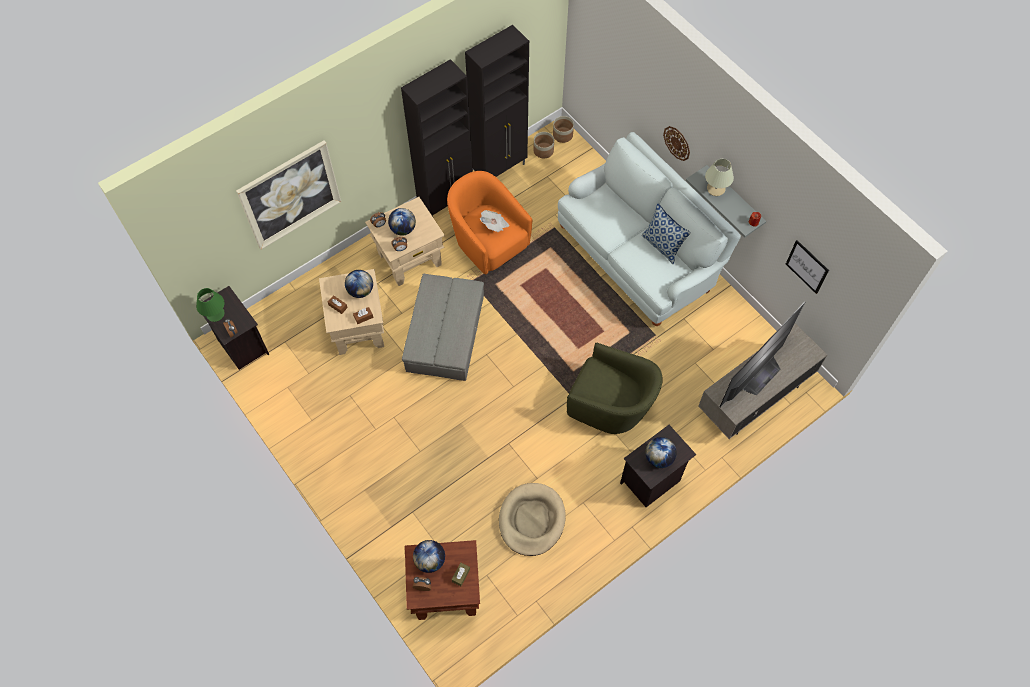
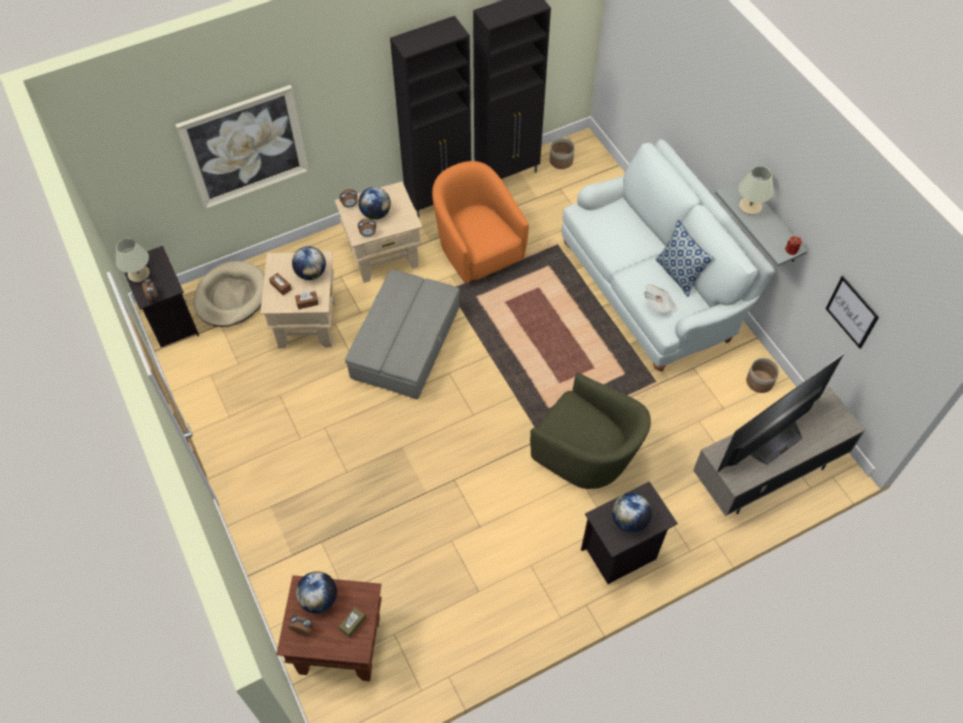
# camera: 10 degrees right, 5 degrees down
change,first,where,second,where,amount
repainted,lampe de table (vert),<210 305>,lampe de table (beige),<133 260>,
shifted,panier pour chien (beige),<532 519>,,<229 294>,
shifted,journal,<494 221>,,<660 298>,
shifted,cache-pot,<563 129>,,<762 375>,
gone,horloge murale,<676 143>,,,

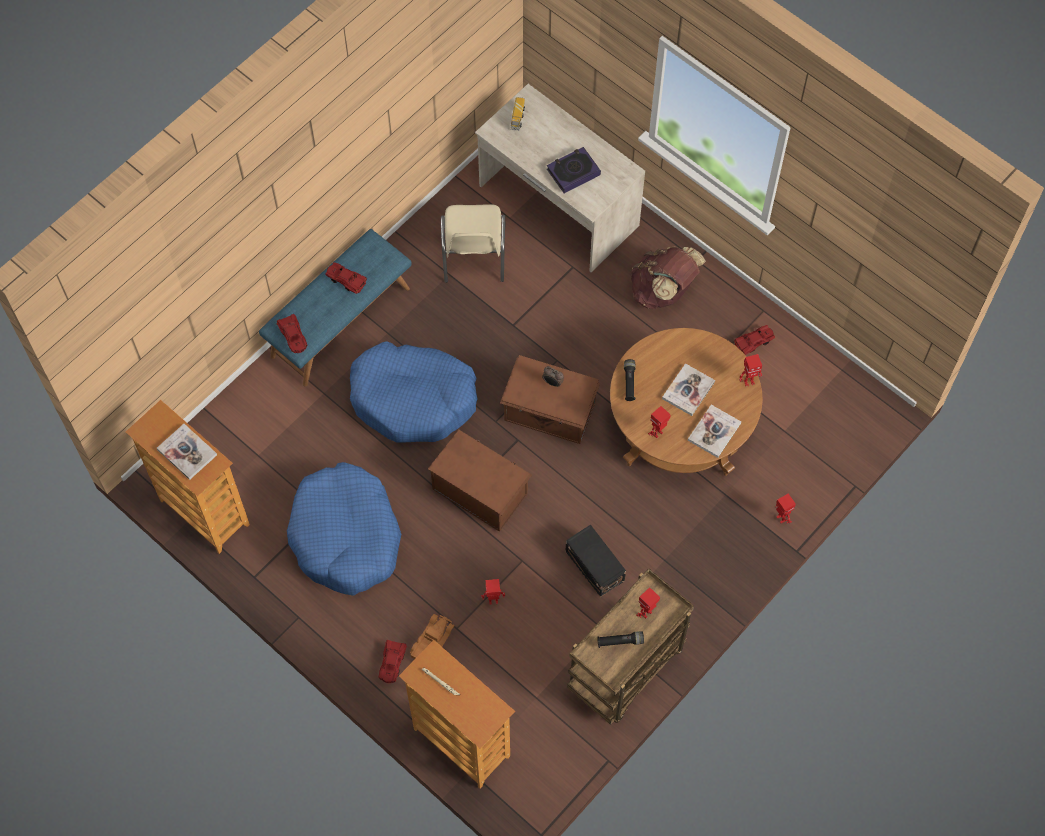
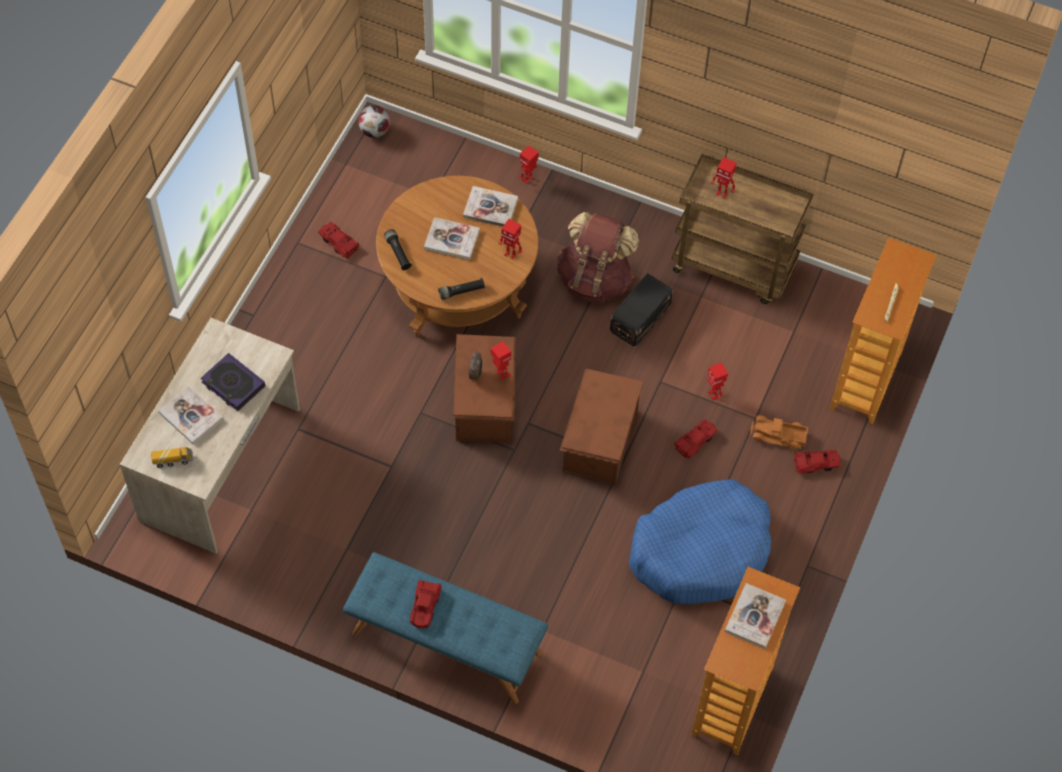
# camera: 110 degrees left, 5 degrees down
change,first,where,second,where,amount
new,,,livre,<190 415>,
new,,,ballon de foot,<374 121>,
shifted,lampe de poche (noir),<620 639>,,<398 249>,
shifted,robot jouet,<750 370>,,<501 360>,
shifted,sac à dos (marron),<668 277>,,<598 257>,
shifted,petite voiture (rouge),<292 333>,,<696 438>,
gone,panier pour chien (bleu),<414 392>,,,
gone,chaise (beige),<473 243>,,,

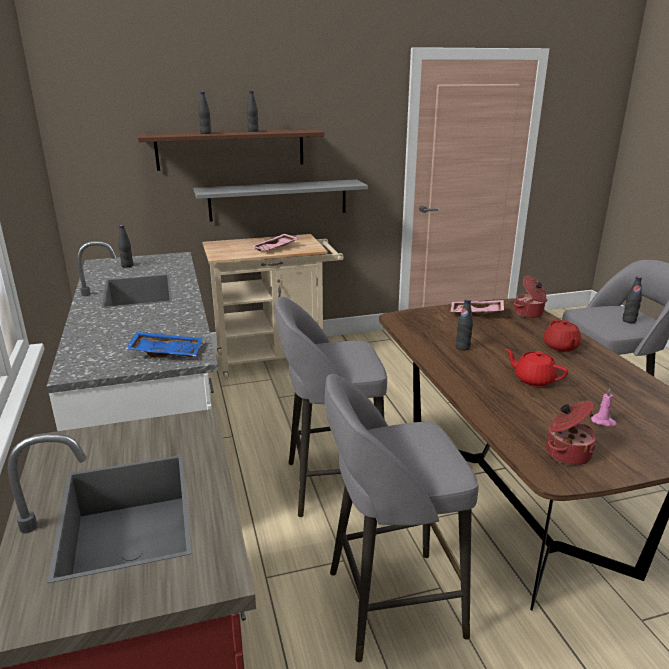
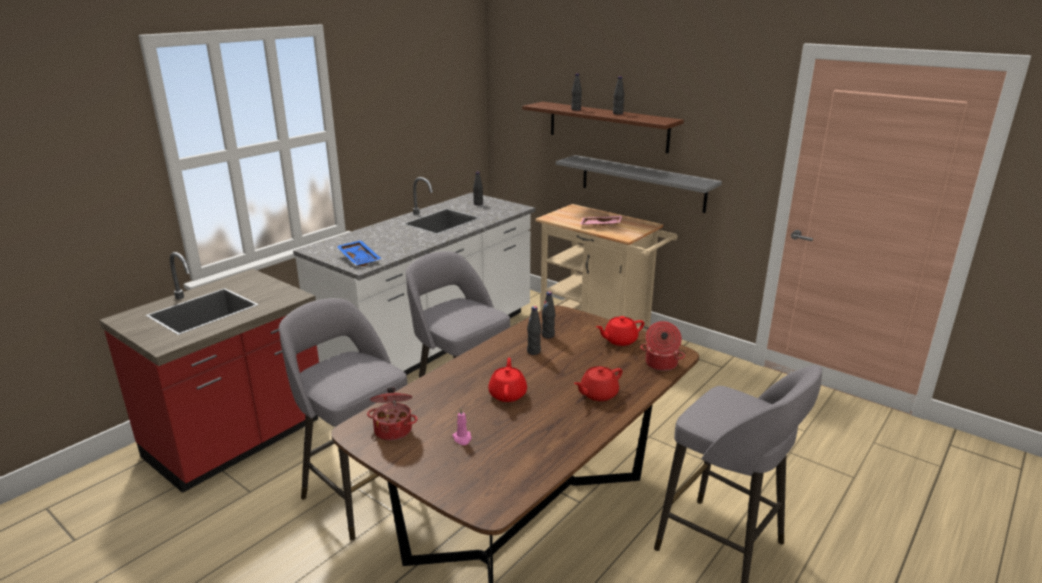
# camera: 55 degrees right, 0 degrees up
change,first,where,second,where,amount
shifted,bouteille (noir),<632 300>,,<548 314>,
swapped,plateau (rose),<477 307>,théière (rouge),<620 331>,

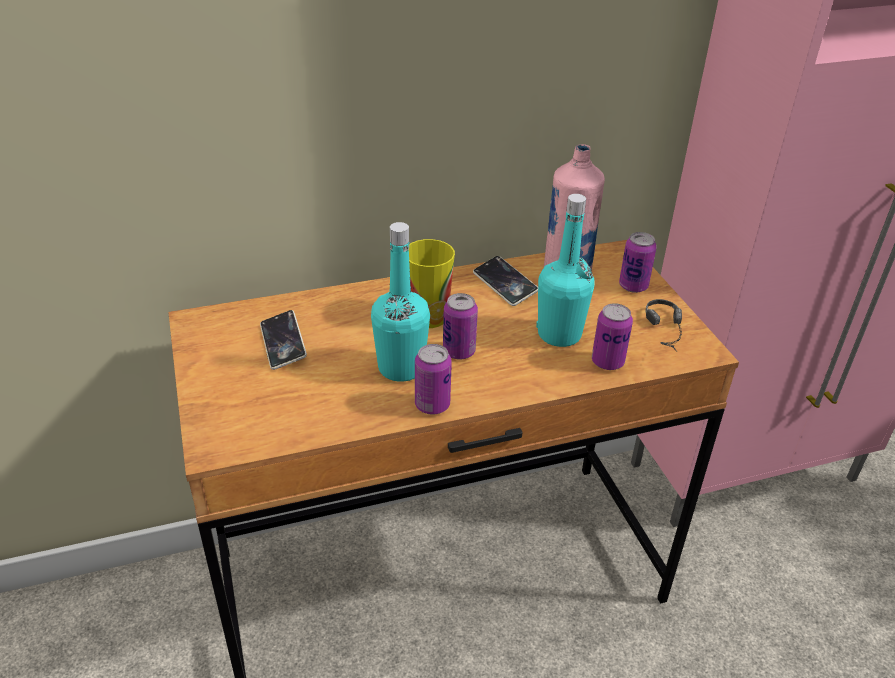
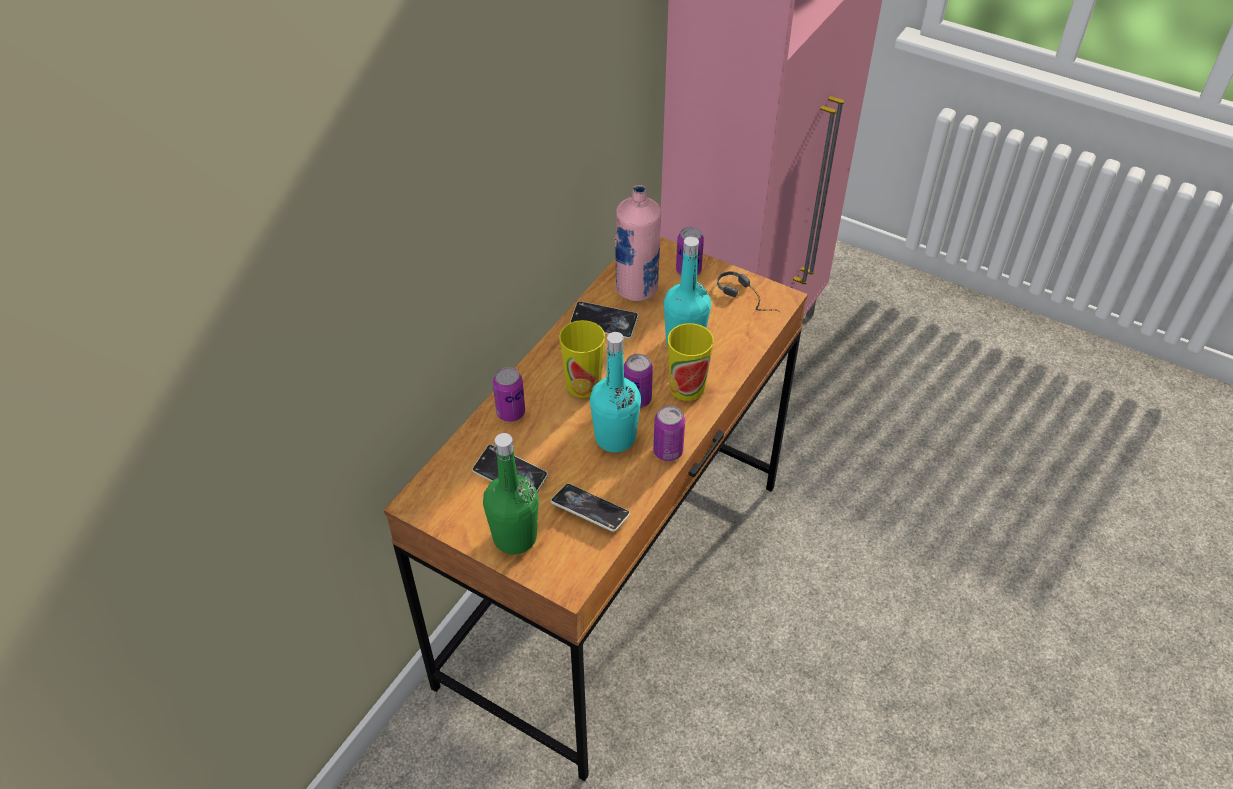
# camera: 40 degrees left, 10 degrees up
change,first,where,second,where,amount
new,,,bouteille (vert),<511 493>,
shifted,boîte métallique,<612 336>,,<509 394>,
new,,,téléphone,<590 508>,
new,,,tasse,<691 362>,

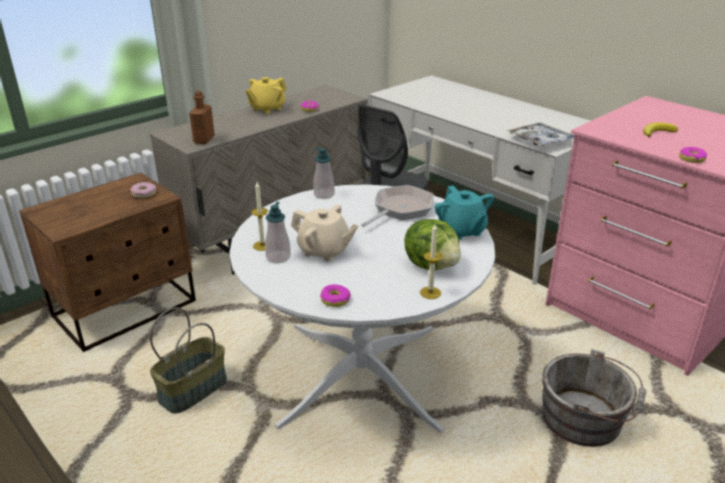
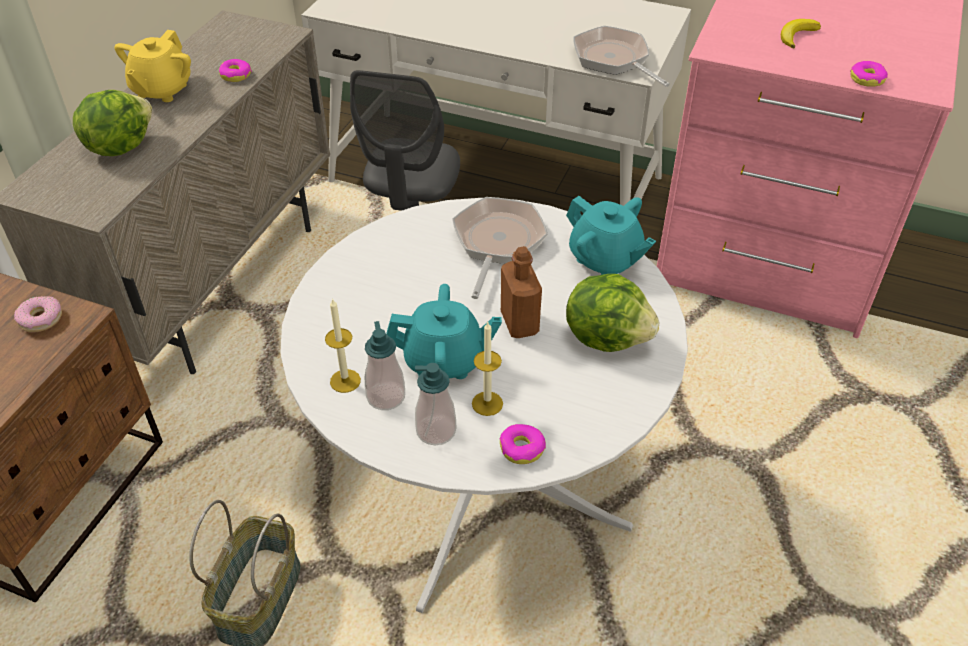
# camera: 25 degrees left, 15 degrees up
change,first,where,second,where,amount
new,,,laitue,<112 123>,
repainted,théière (beige),<325 233>,théière (turquoise),<444 331>,
shifted,distributeur de savon,<324 173>,,<435 404>,
shifted,bougie,<431 261>,,<487 369>,
shifted,bouteille (marron),<202 117>,,<521 292>,
swapped,plateau,<540 135>,poêle,<621 56>,
gone,seau (gris),<594 398>,,,

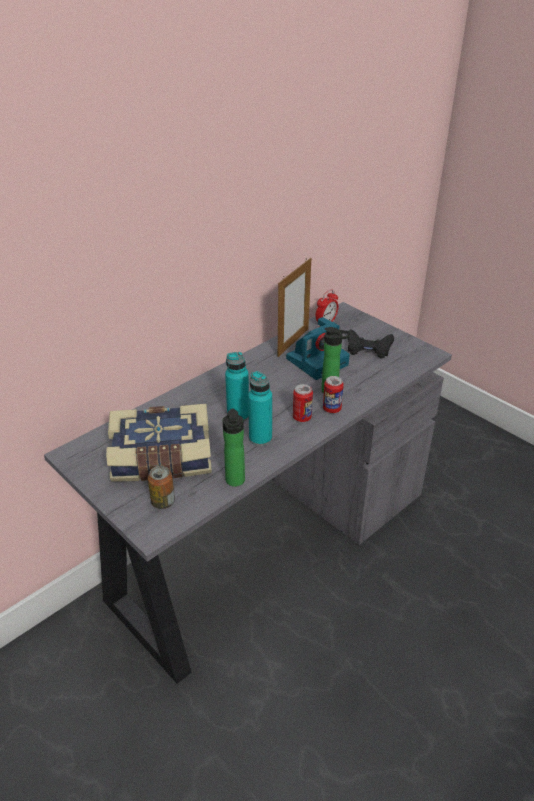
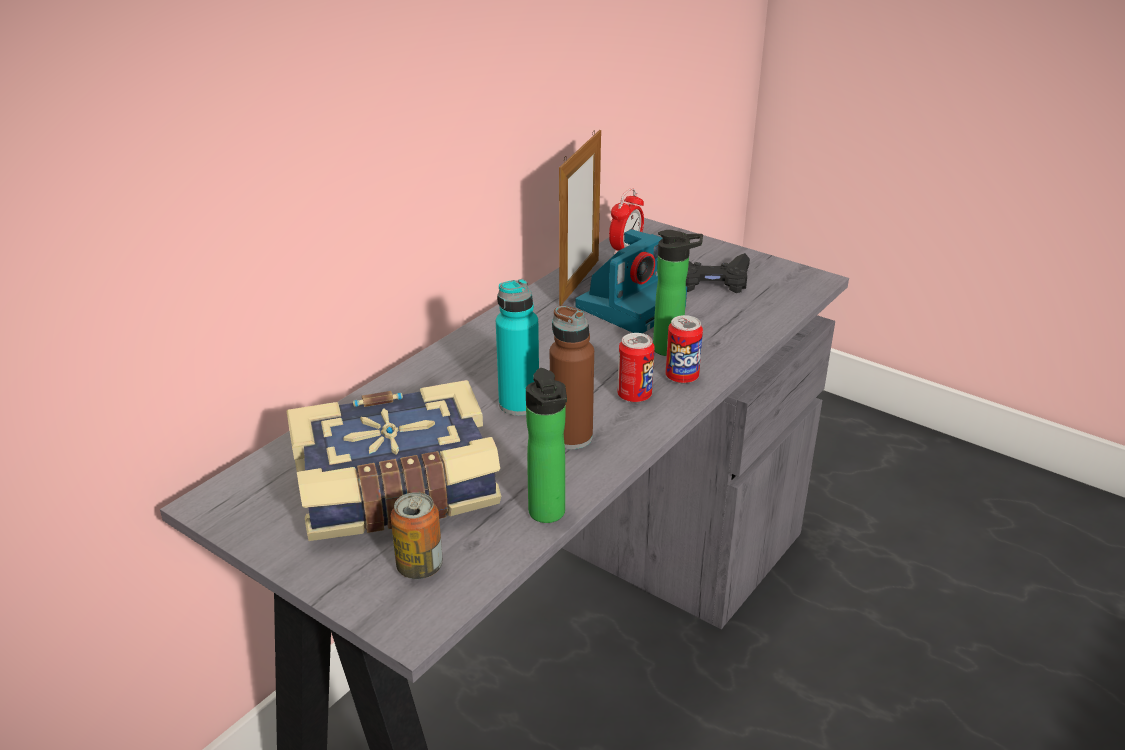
# camera: 10 degrees left, 5 degrees down
change,first,where,second,where,amount
repainted,bouteille (turquoise),<260 408>,bouteille (marron),<572 377>,

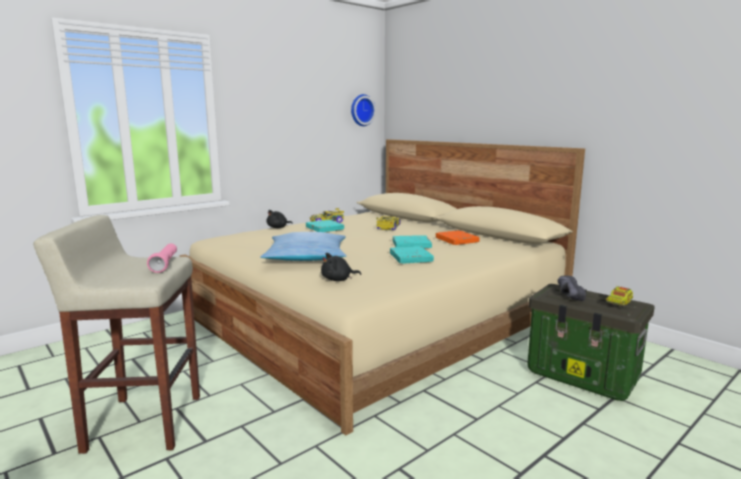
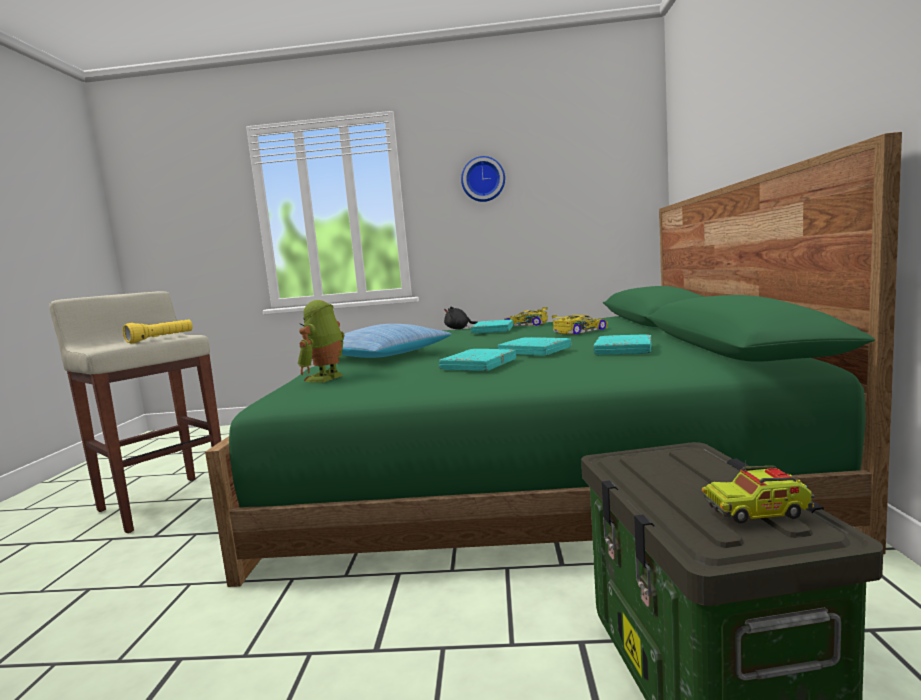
# camera: 45 degrees right, 5 degrees down
change,first,where,second,where,amount
repainted,lampe de poche (rose),<162 258>,lampe de poche (jaune),<158 331>,
repainted,lit (beige),<382 287>,lit (vert),<553 359>,
swapped,peluche (noir),<341 267>,robot jouet,<321 341>,
shifted,horloge murale,<363 110>,,<483 179>,
repainted,livre (orange),<458 237>,livre (turquoise),<622 345>,
gone,chaussure (noir),<572 288>,,,

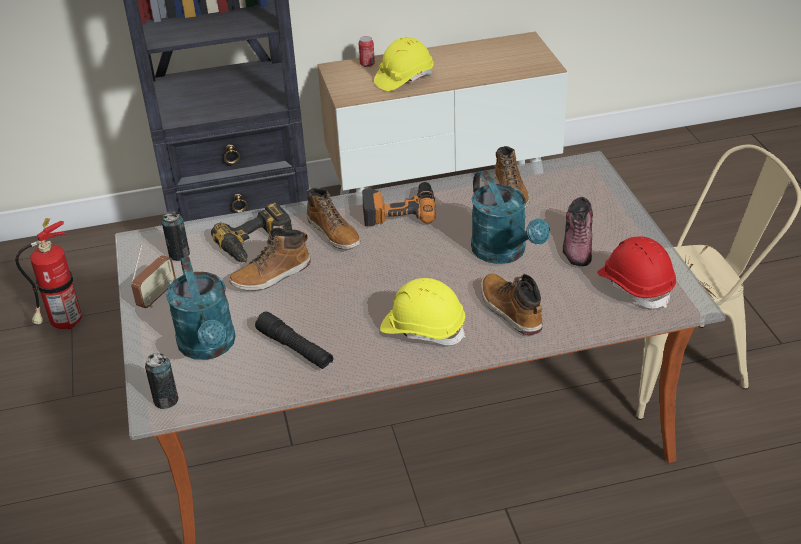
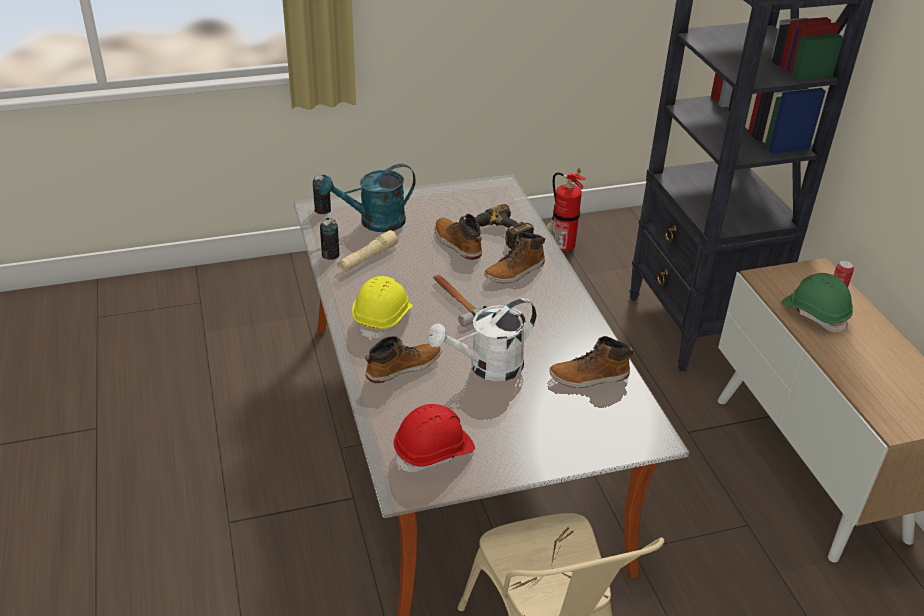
# camera: 85 degrees right, 0 degrees up
change,first,where,second,where,amount
shifted,boîte métallique,<176 236>,,<330 239>,
repainted,lampe de poche (noir),<294 340>,lampe de poche (beige),<367 251>,
repainted,arrosoir (turquoise),<510 217>,arrosoir (blanc),<482 339>,
new,,,marteau,<461 301>,
repainted,casque de chantier (jaune),<404 64>,casque de chantier (vert),<817 302>,
gone,radio,<153 276>,,,
gone,perceuse,<399 204>,,,
gone,chaussure,<578 231>,,,

